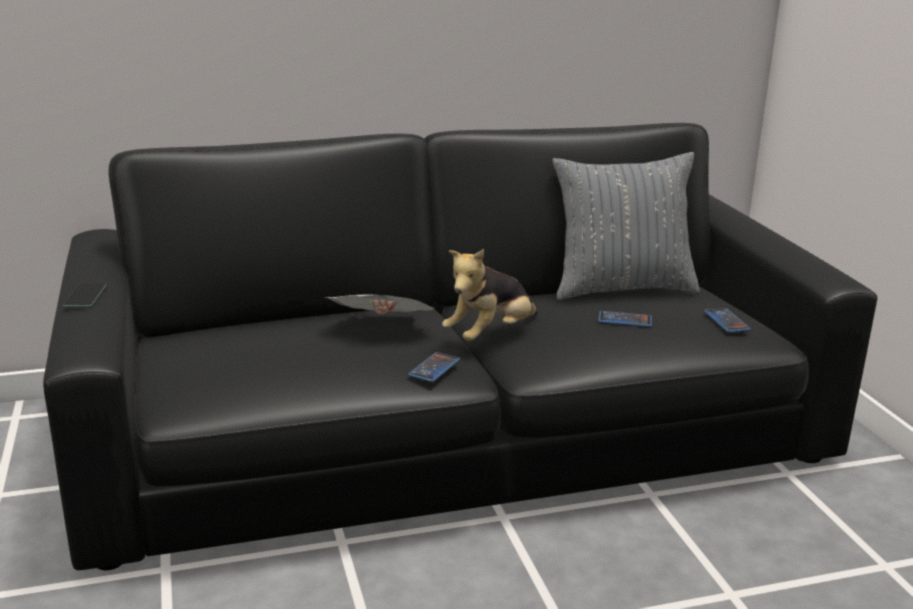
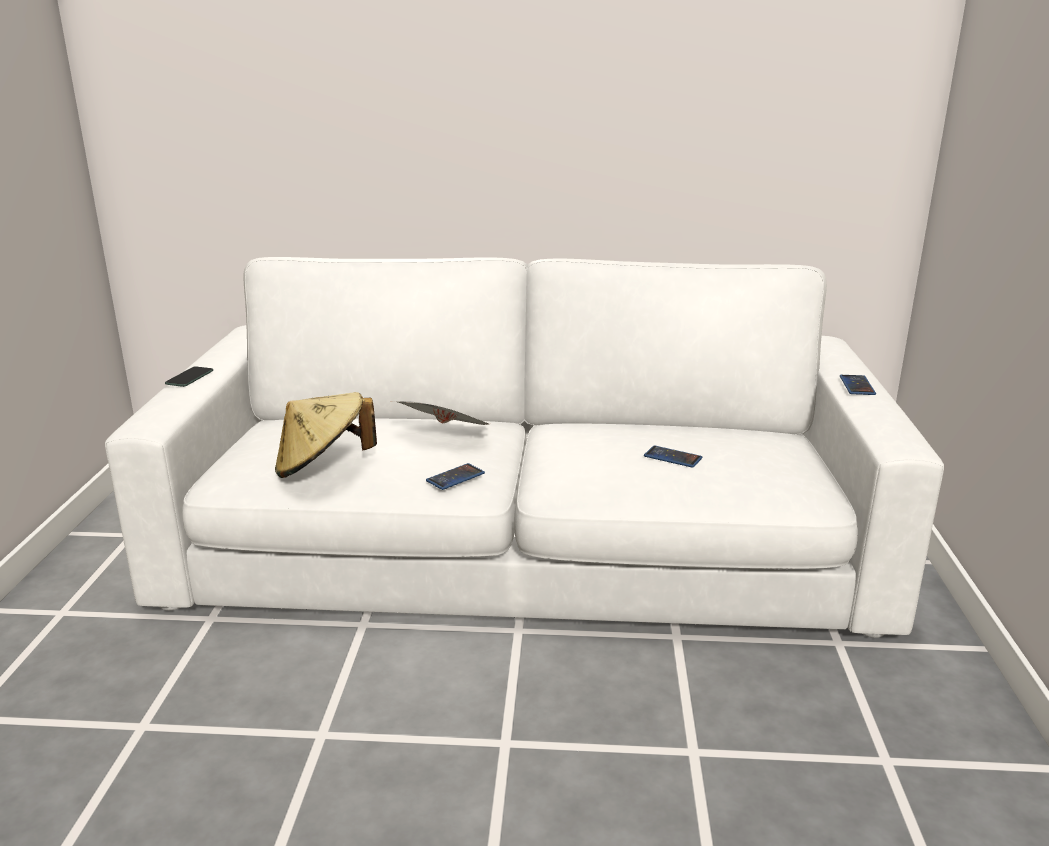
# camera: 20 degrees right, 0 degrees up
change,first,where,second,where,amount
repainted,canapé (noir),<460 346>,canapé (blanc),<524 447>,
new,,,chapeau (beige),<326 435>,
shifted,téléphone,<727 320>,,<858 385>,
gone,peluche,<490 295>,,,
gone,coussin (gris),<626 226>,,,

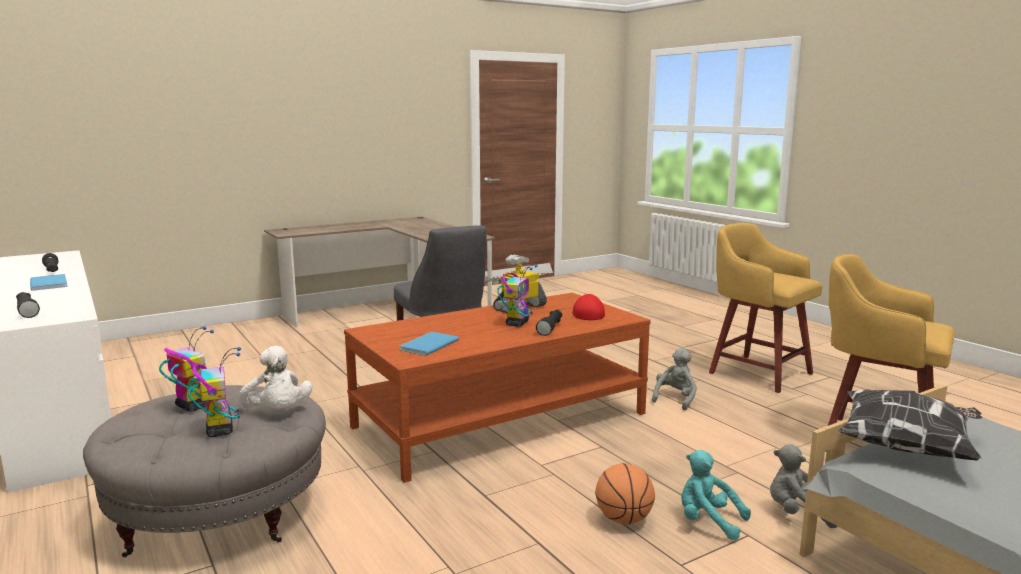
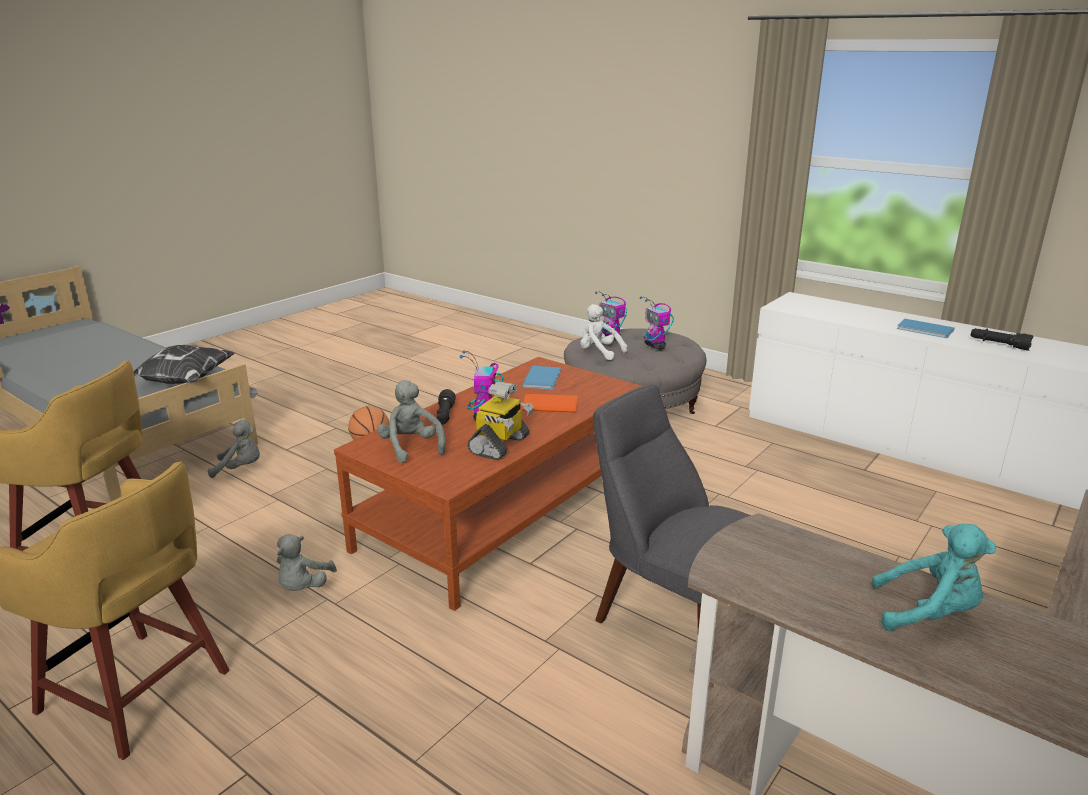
# camera: 160 degrees right, 10 degrees up
change,first,where,second,where,amount
swapped,casquette (rouge),<588 307>,peluche (gris),<411 421>,
new,,,livre (orange),<550 403>,
rotated,robot jouet,<186 369>,,<657 323>,45 degrees clockwise
shifted,peluche (turquoise),<716 495>,,<933 577>,
gone,lampe de poche (noir),<28 305>,,,

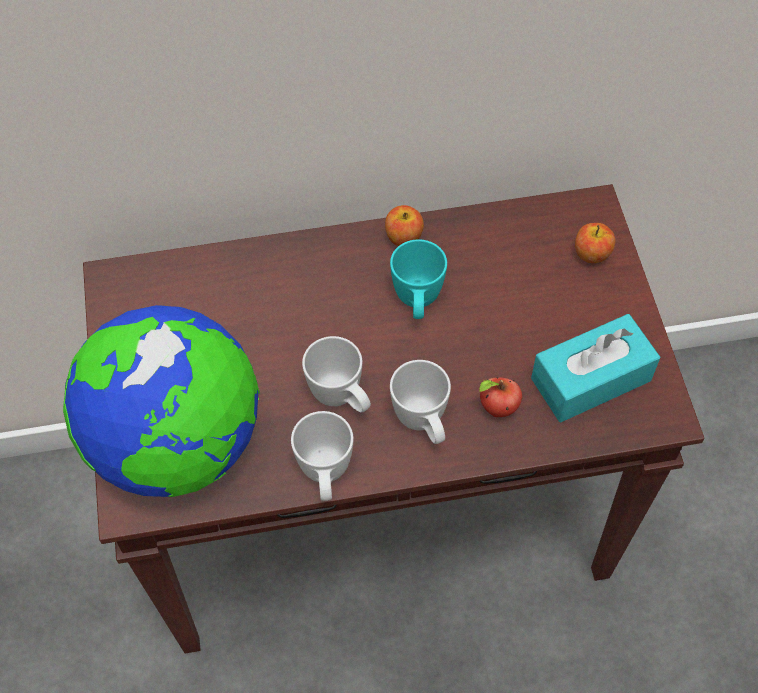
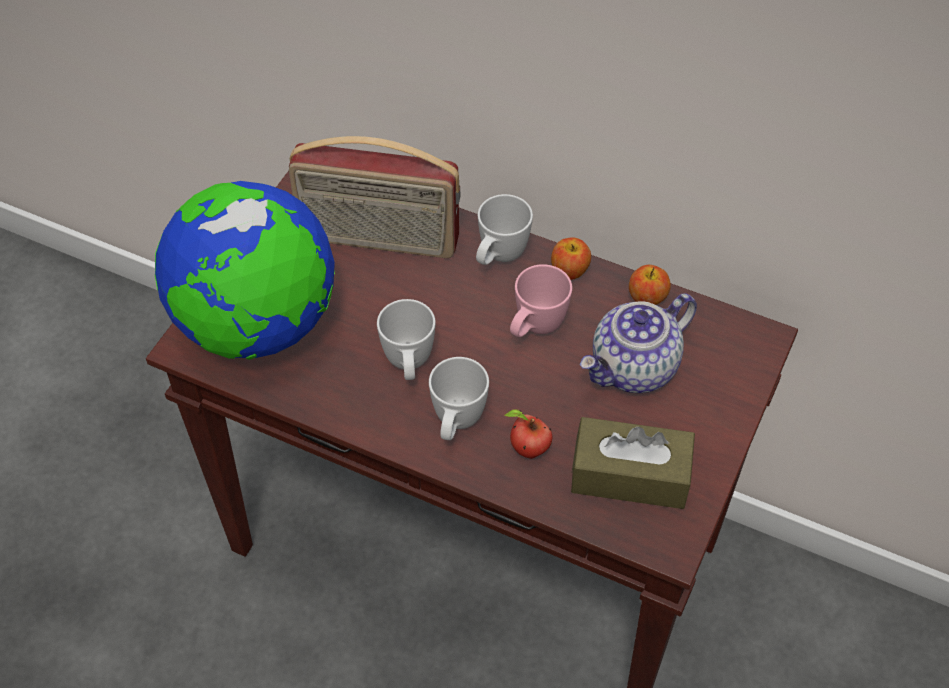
# camera: 35 degrees right, 5 degrees down
change,first,where,second,where,amount
new,,,radio,<374 197>,
shifted,mug (blanc),<322 456>,,<504 229>,
repainted,mug (turquoise),<418 279>,mug (rose),<541 300>,
repainted,boîte à mouchoirs (turquoise),<595 368>,boîte à mouchoirs (marron),<633 463>,
new,,,théière,<638 343>,
shifted,pomme,<595 243>,,<650 285>,

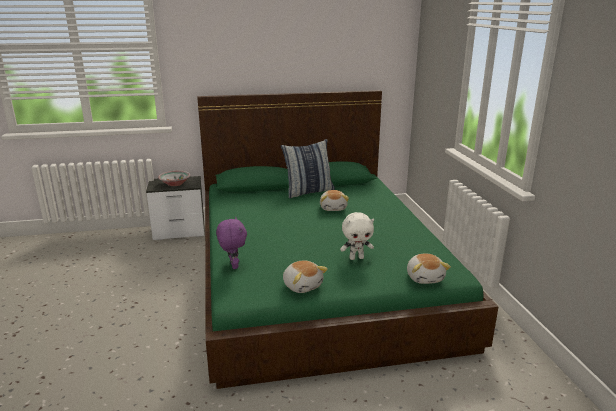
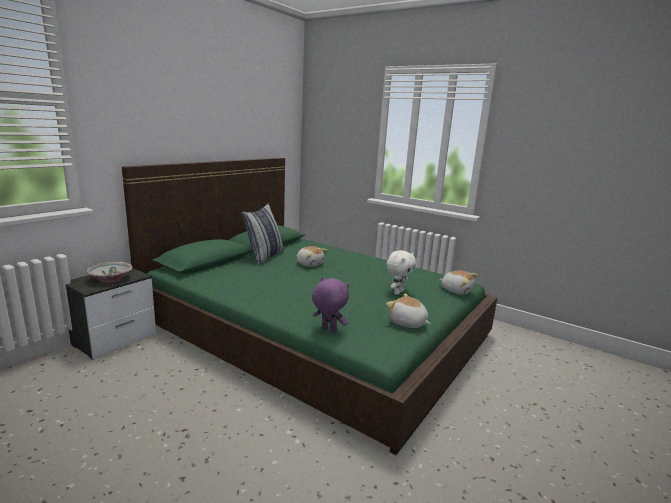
# camera: 45 degrees left, 5 degrees down
change,first,where,second,where,amount
rotated,peluche,<305 276>,,<408 311>,150 degrees counterclockwise

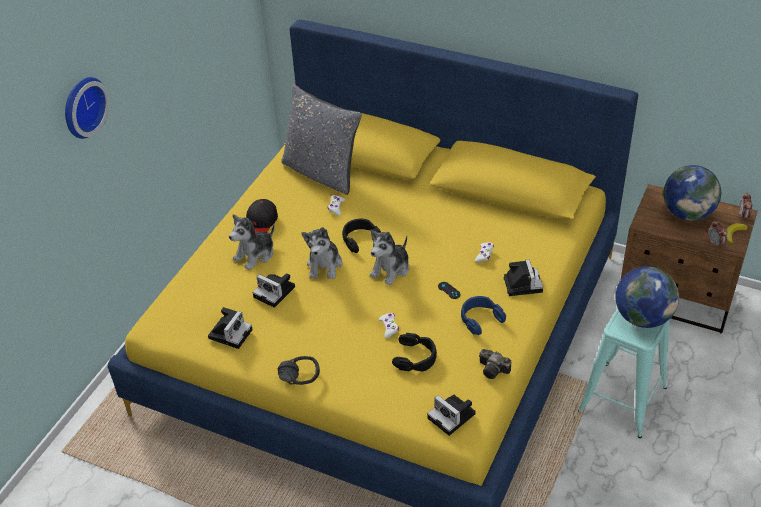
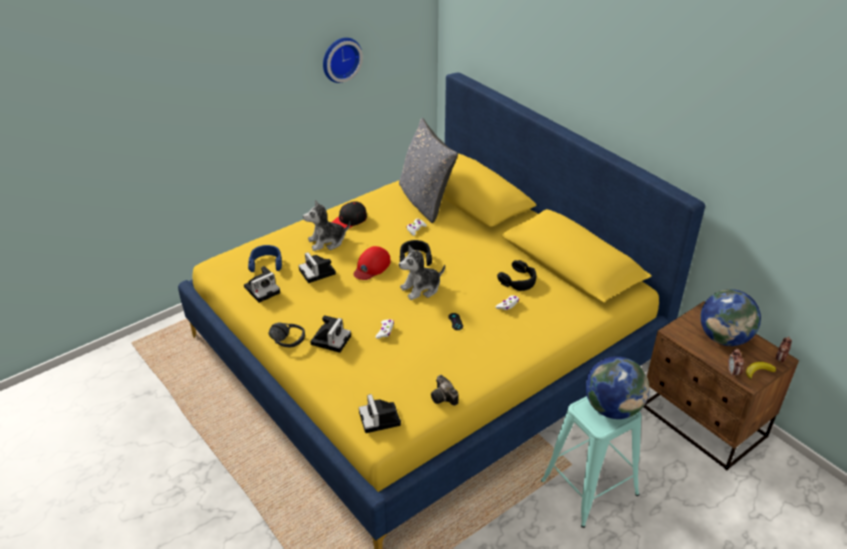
# camera: 25 degrees right, 5 degrees down
change,first,where,second,where,amount
shifted,casque audio (bleu),<483 315>,,<265 258>,
shifted,appareil photo,<523 278>,,<330 334>,
shifted,horloge murale,<87 108>,,<343 60>,
swapped,peluche,<321 253>,casquette (rouge),<372 263>,
shifted,casque audio (noir),<414 352>,,<516 275>,

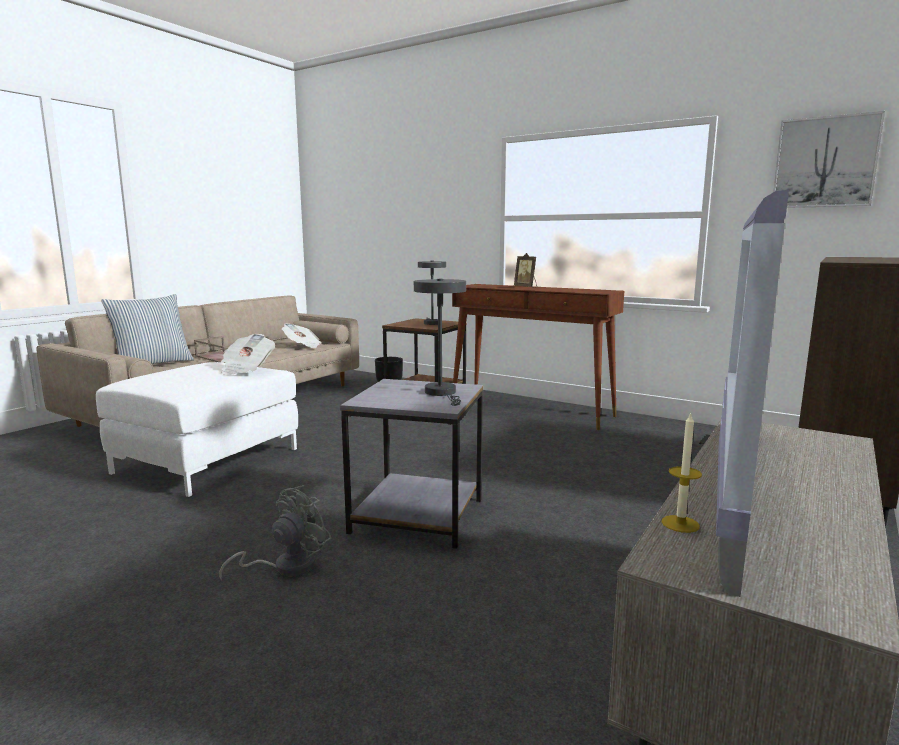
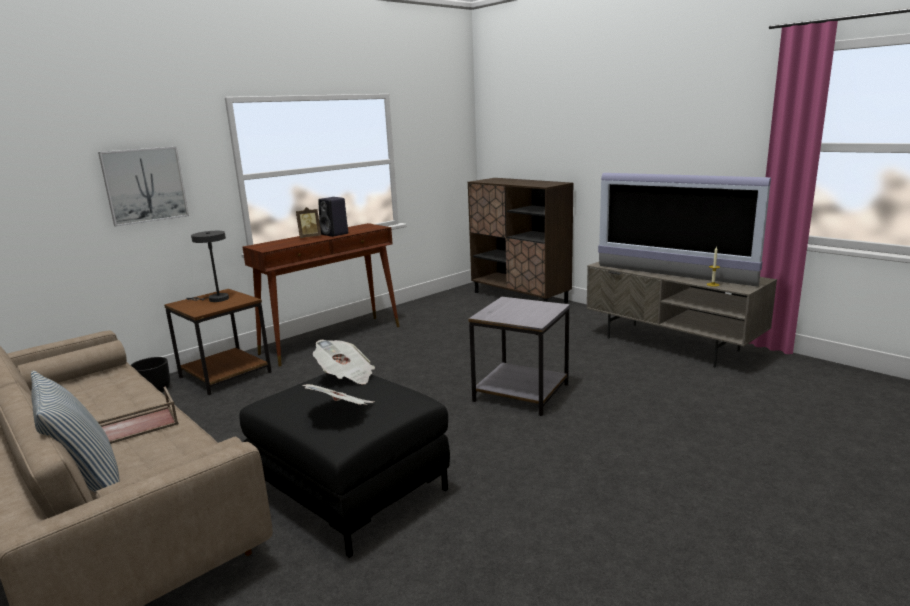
# camera: 75 degrees left, 5 degrees up
change,first,where,second,where,amount
shifted,tableau,<829 159>,,<143 187>,
repainted,pouf (blanc),<197 429>,pouf (noir),<345 465>,
shifted,journal,<302 335>,,<338 394>,
new,,,enceinte (noir),<333 217>,
gone,ventilateur (gris),<275 533>,,,
gone,lampe de table (gris),<440 342>,,,

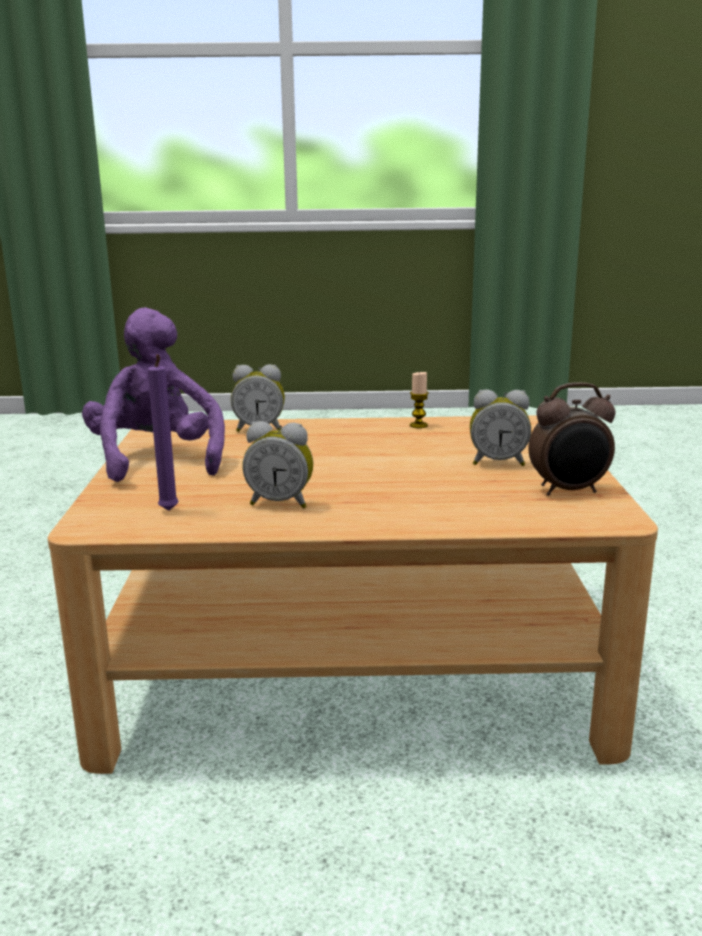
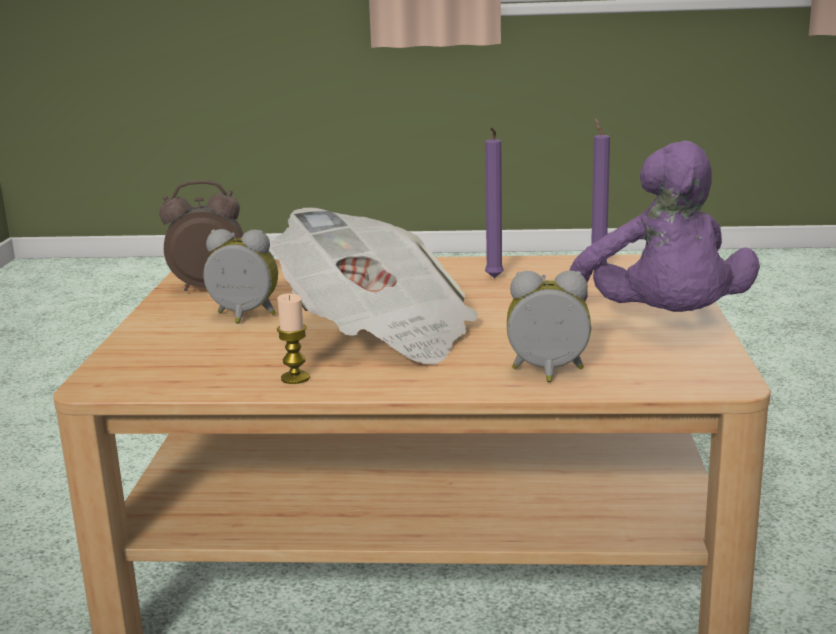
# camera: 175 degrees left, 0 degrees up
change,first,where,second,where,amount
new,,,journal,<374 286>,
swapped,réveil,<277 465>,bougie (violet),<494 202>,

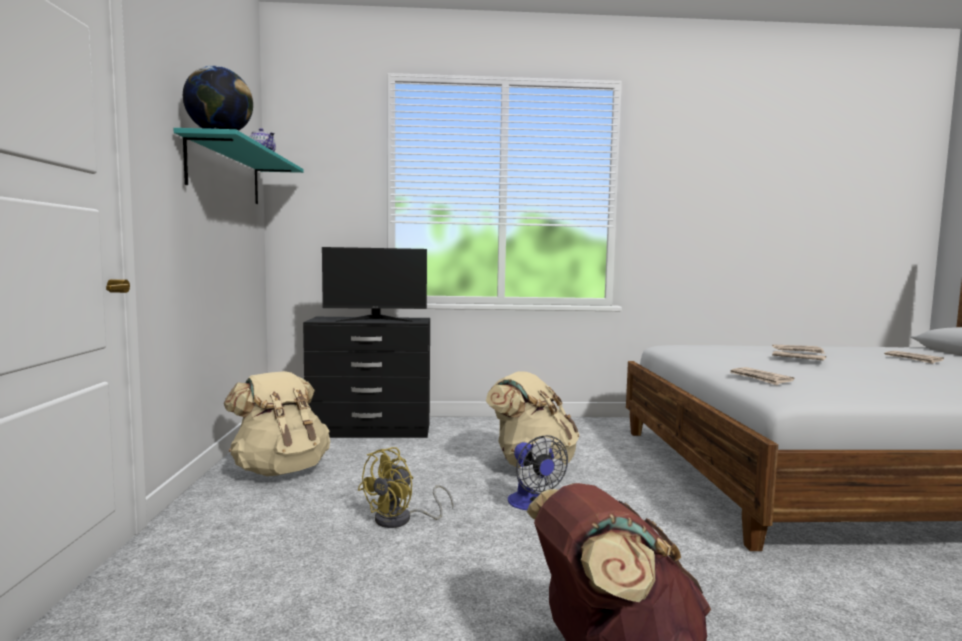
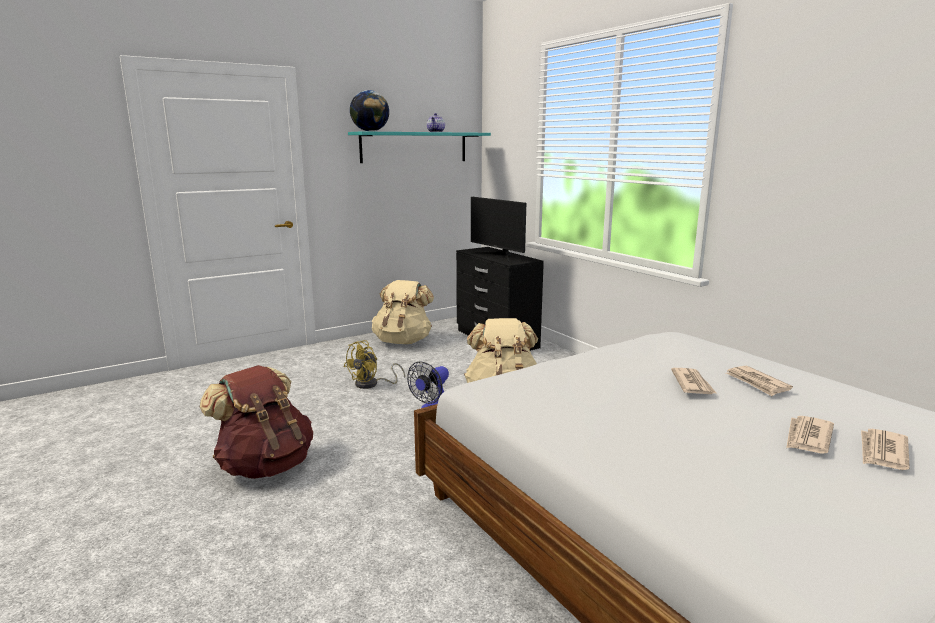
# camera: 60 degrees right, 10 degrees up
change,first,where,second,where,amount
rotated,ventilateur (jaune),<405 487>,,<374 364>,60 degrees counterclockwise
shifted,journal,<761 376>,,<810 435>,

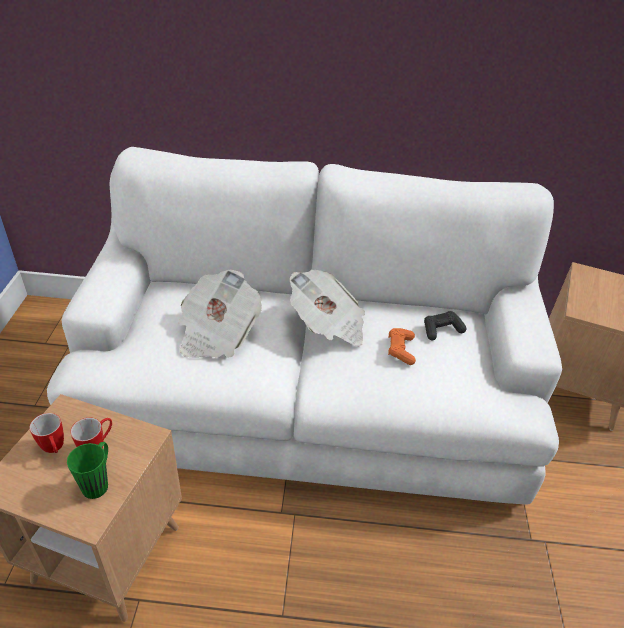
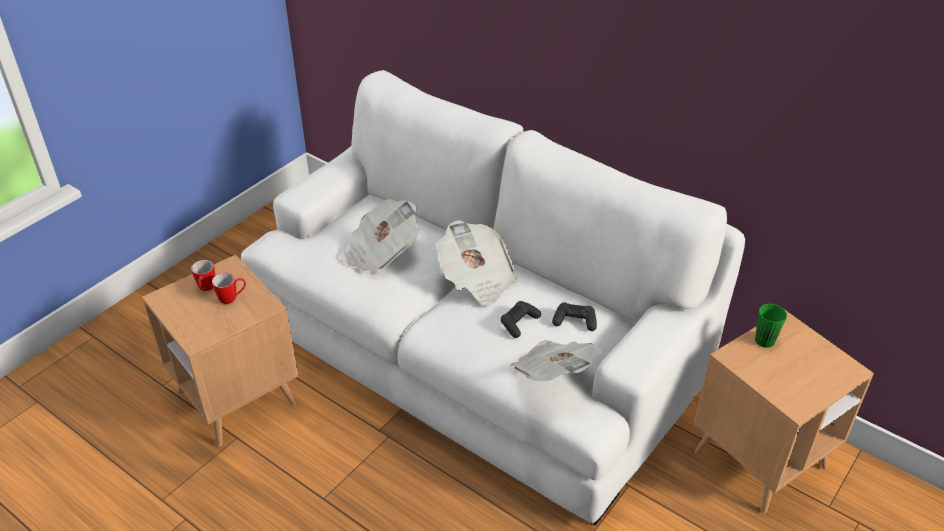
# camera: 35 degrees right, 0 degrees up
change,first,where,second,where,amount
repainted,manette (orange),<402 346>,manette (noir),<521 319>,
new,,,journal,<557 360>,
shifted,mug (vert),<87 470>,,<771 326>,

